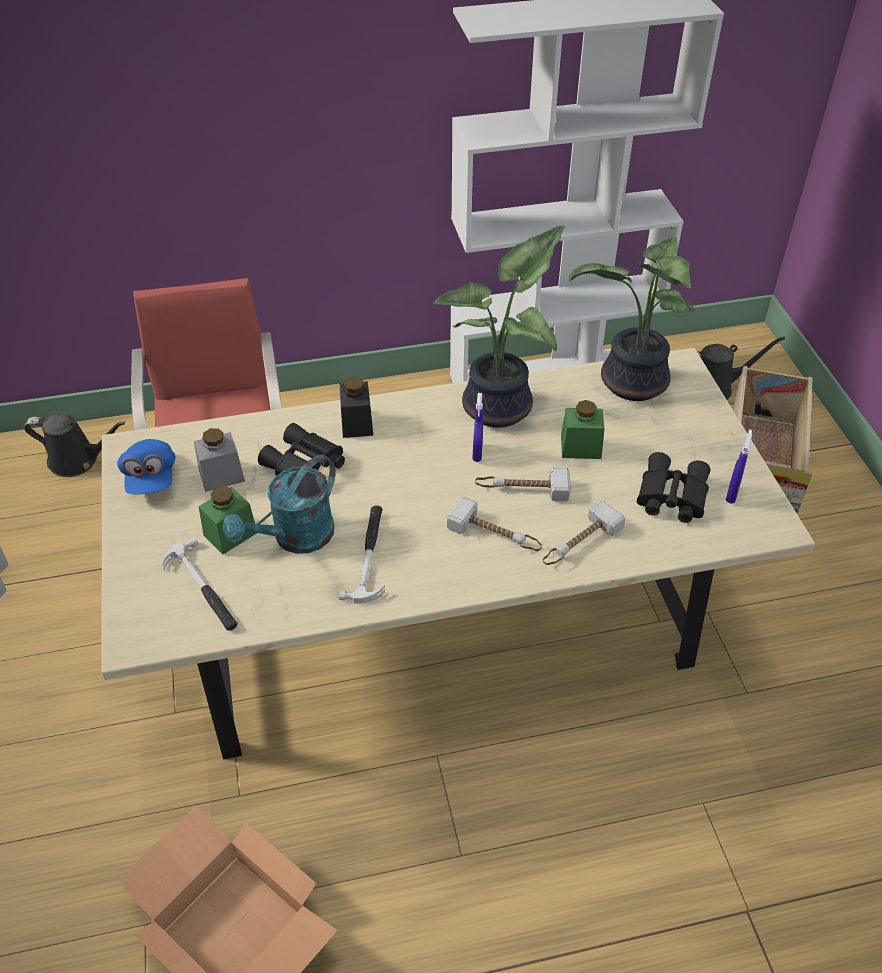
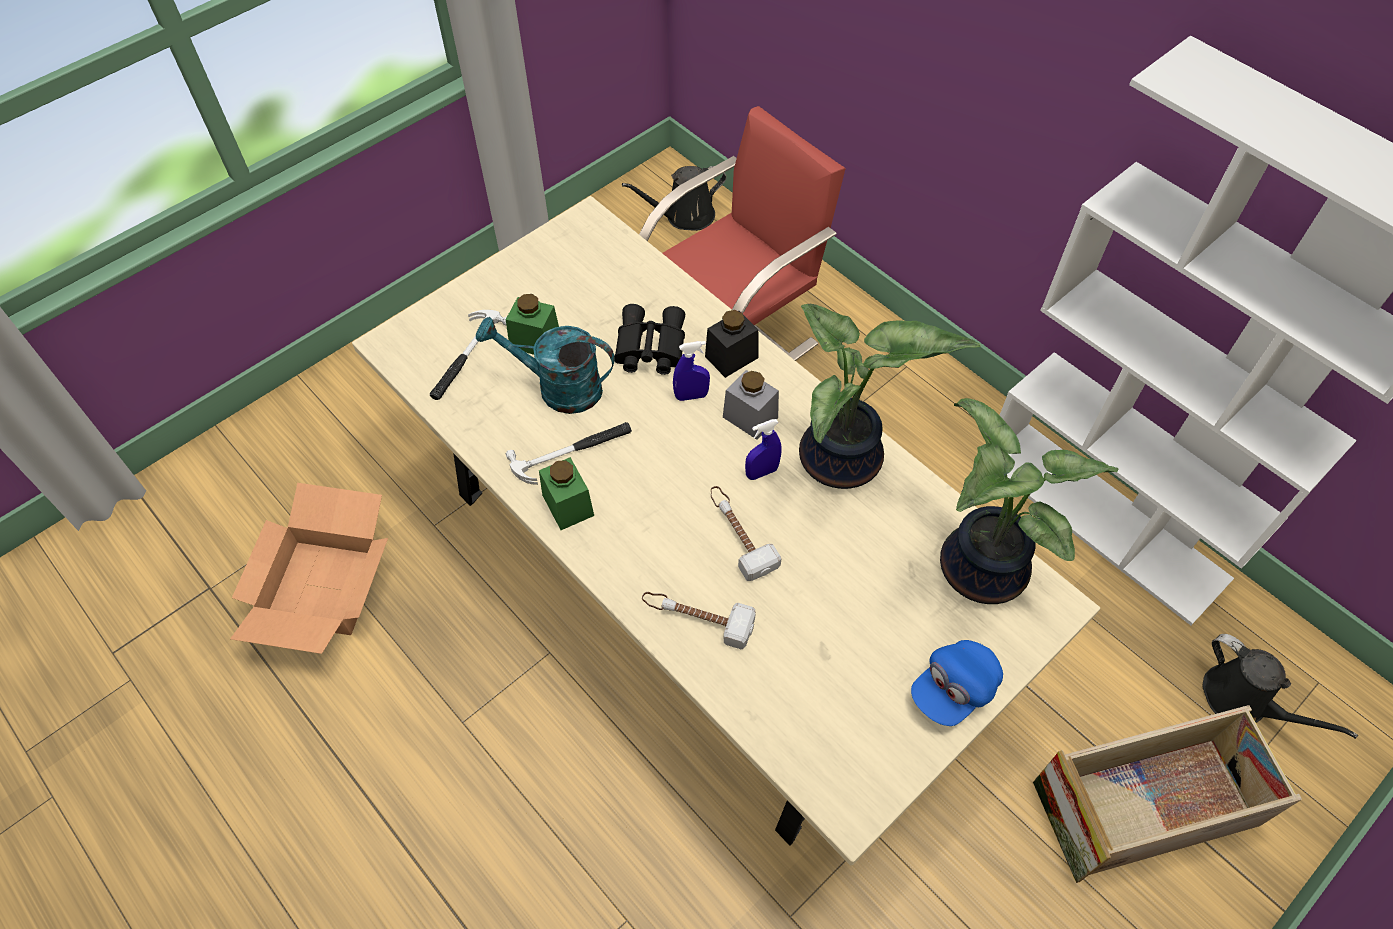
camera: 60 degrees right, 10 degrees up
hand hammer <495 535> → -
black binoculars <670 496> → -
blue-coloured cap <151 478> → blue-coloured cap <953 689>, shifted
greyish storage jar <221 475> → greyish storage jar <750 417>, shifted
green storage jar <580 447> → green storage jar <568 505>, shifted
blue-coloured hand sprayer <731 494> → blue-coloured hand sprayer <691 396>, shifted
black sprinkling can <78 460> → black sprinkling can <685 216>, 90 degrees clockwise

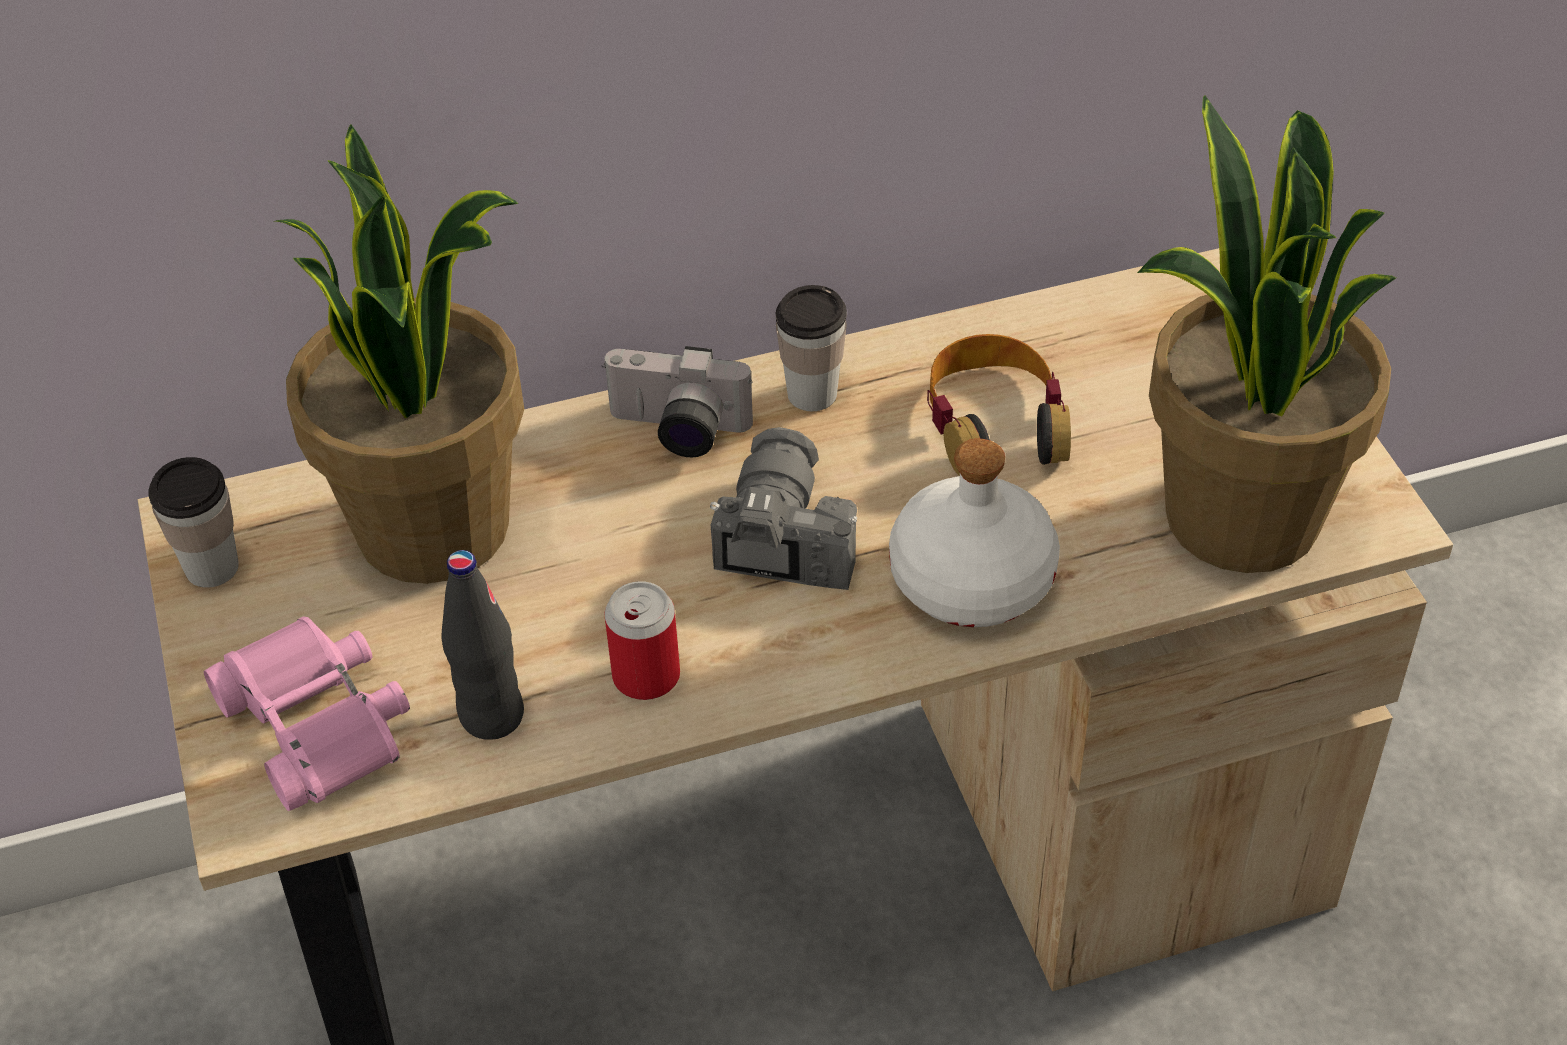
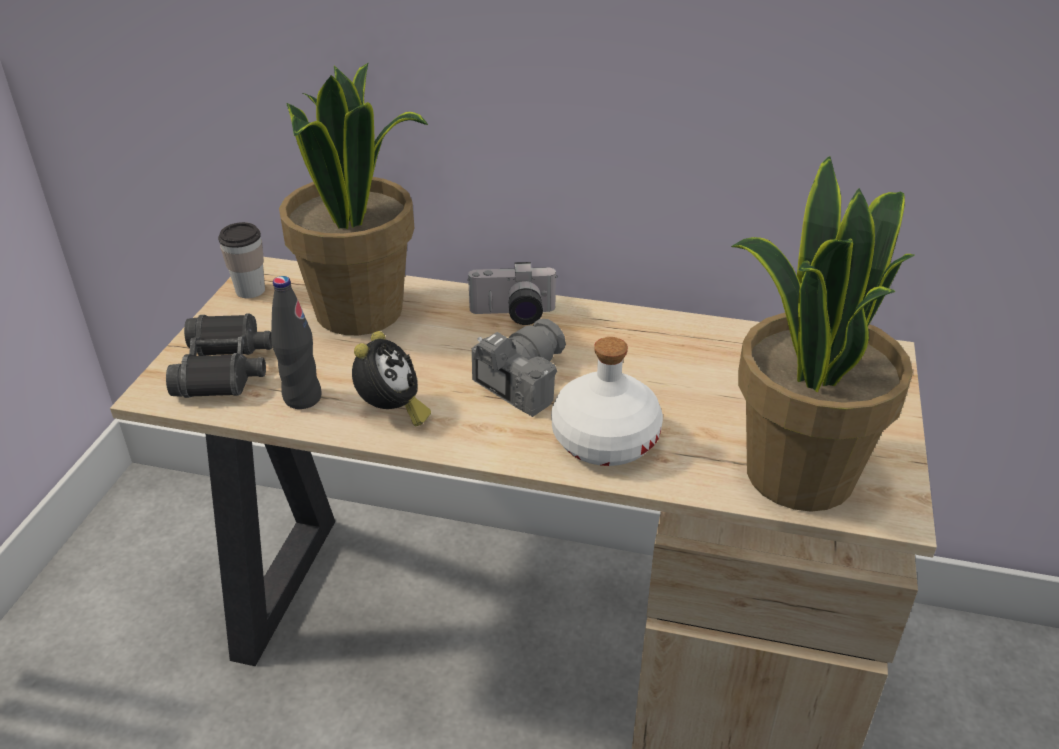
camera: 30 degrees right, 10 degrees down
drinking cup <812 394> → -
headphones <995 422> → -
metal can <646 676> → table clock <391 412>
pink binoculars <319 723> → black binoculars <226 368>
still camera <677 431> → still camera <513 315>, 45 degrees counterclockwise

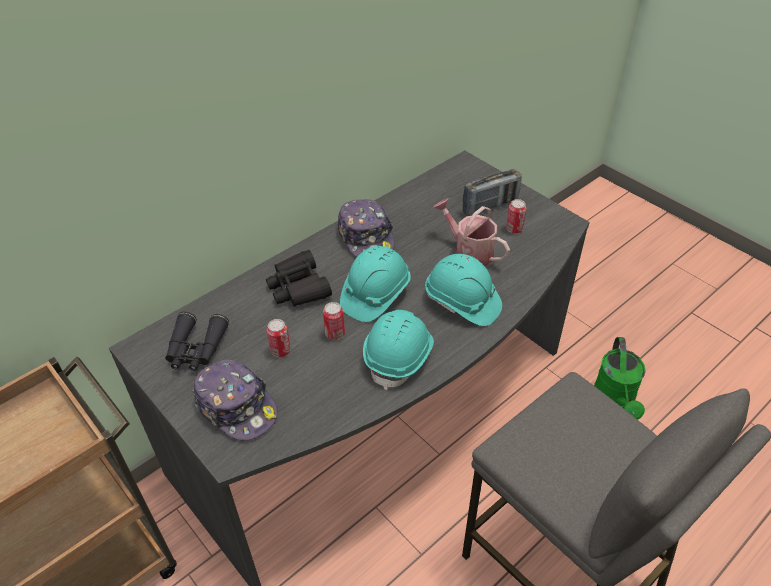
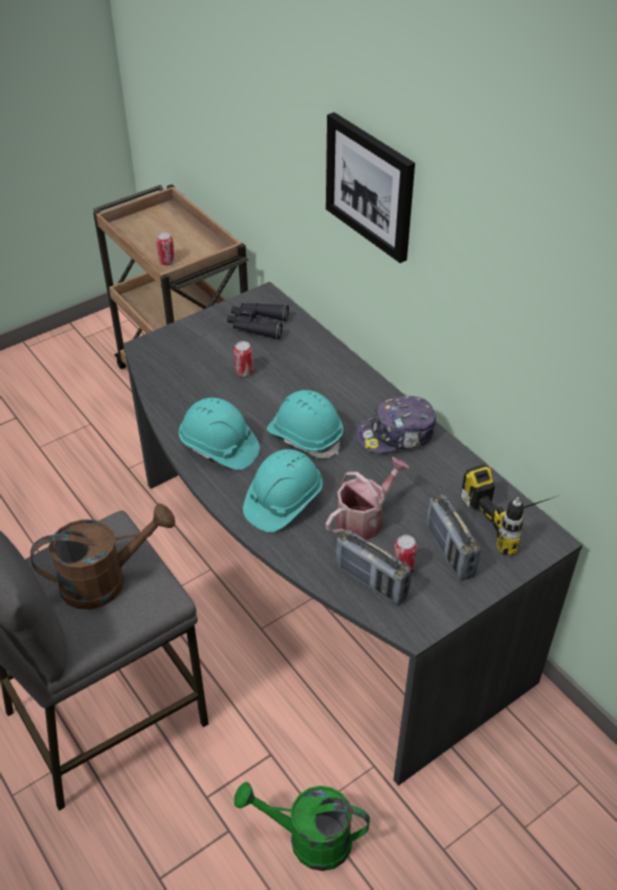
camera: 95 degrees right, 0 degrees up
cap <237 407> → -
black binoculars <298 287> → -
- → brownish sprinkling can <105 580>
- → wall art <370 186>
- → radio <371 581>
- → drill <516 518>
metal can <335 334> → metal can <167 262>, shifted

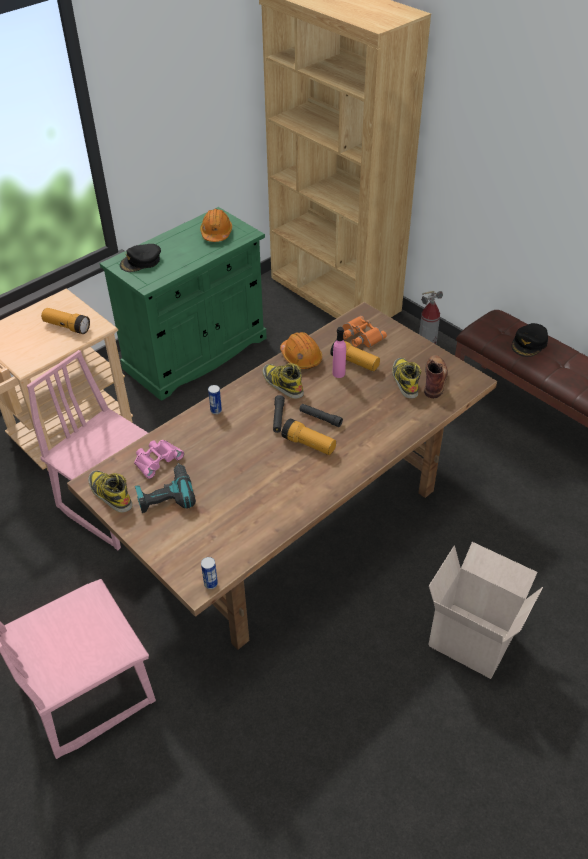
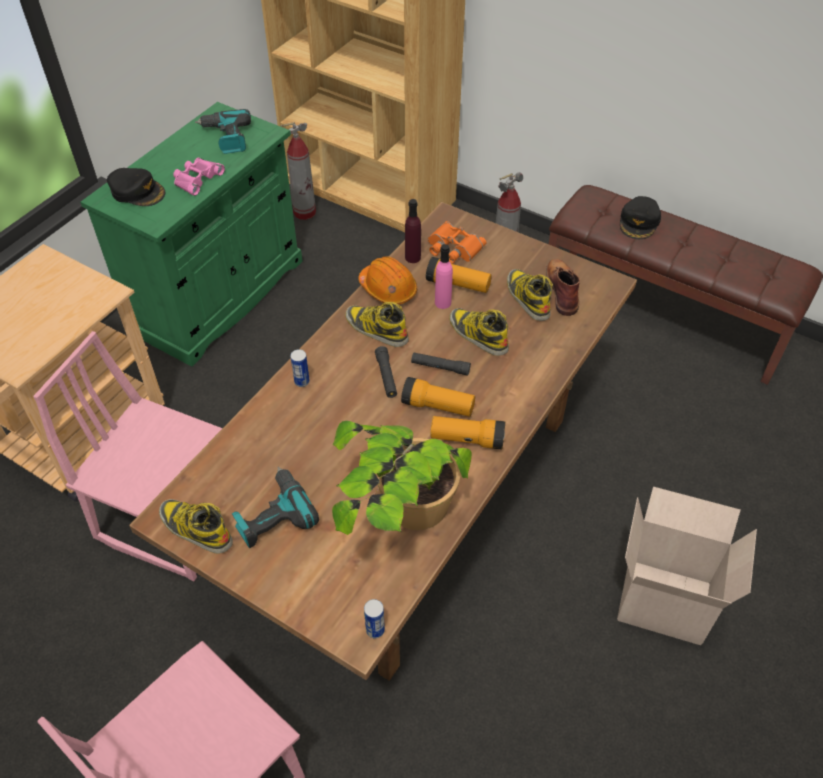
camera: 15 degrees left, 5 degrees up
- → fire extinguisher <305 212>
- → houseplant <399 528>
- → purplish drink bottle <412 257>
- → high-top boot <477 335>
torch <67 327> → torch <467 439>, shifted
pink binoculars <156 460> → pink binoculars <196 179>, shifted
orange-coloured hard hat <216 233> → drill <226 138>
black cap <141 262> → black cap <137 191>, 105 degrees counterclockwise

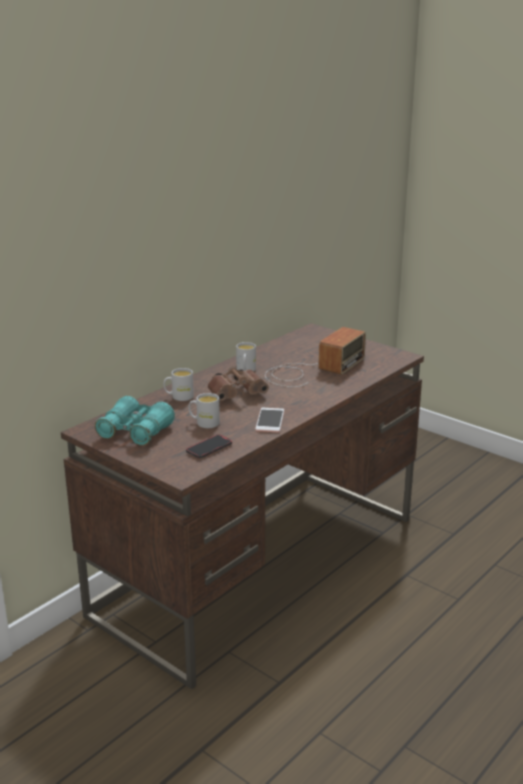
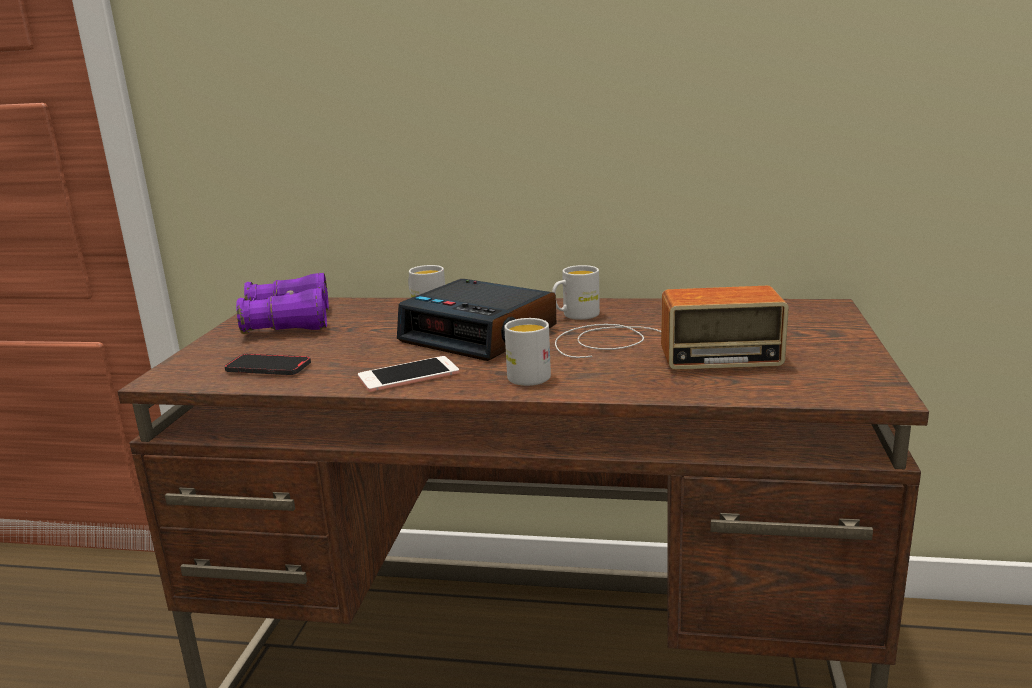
camera: 60 degrees right, 5 degrees down
white coffee mug <204 423> → white coffee mug <526 375>, shifted
brownish binoculars <238 394> → table clock <480 334>
blue-green binoculars <135 432> → purplish binoculars <288 322>

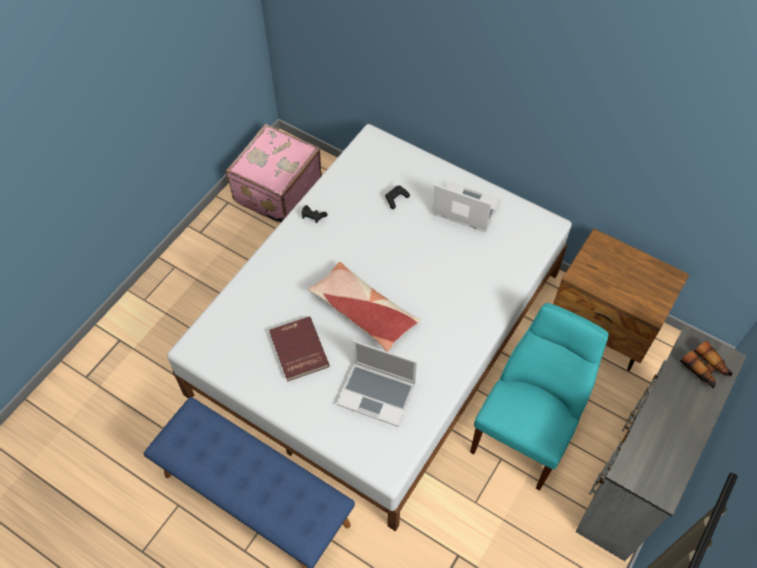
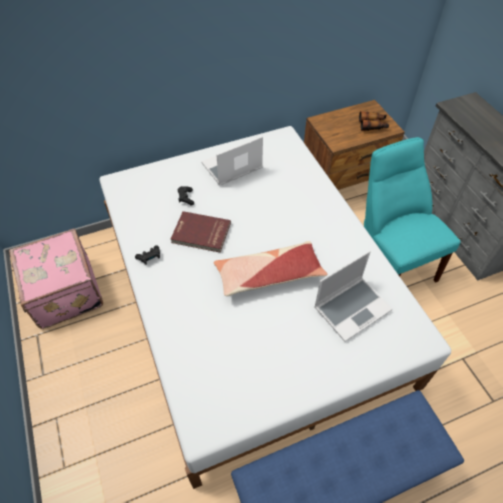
camera: 55 degrees left, 5 degrees down
red-coloured bound book <297 350> → red-coloured bound book <201 234>, shifted
binoculars <705 369> → binoculars <373 125>, shifted

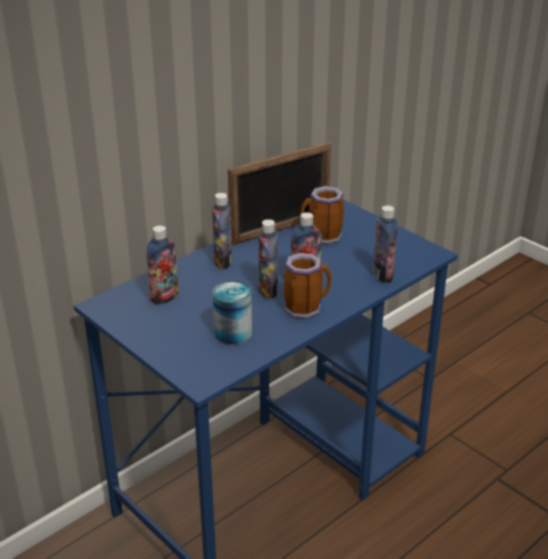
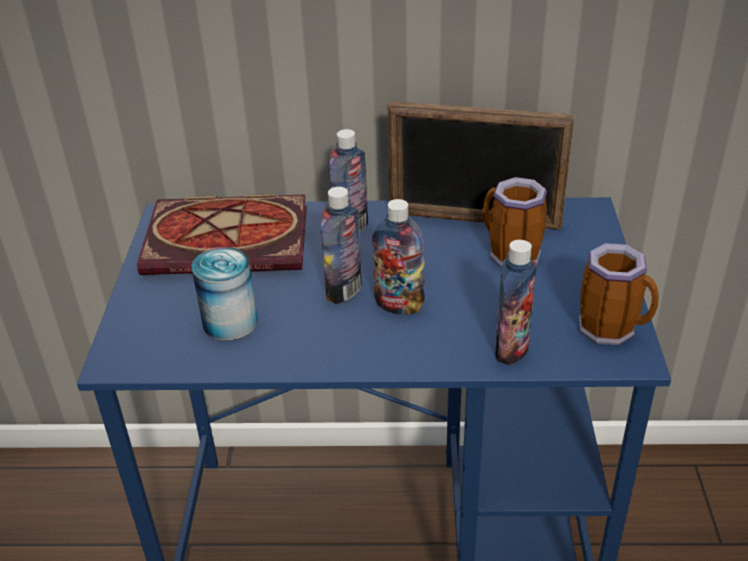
camera: 45 degrees right, 5 degrees up
coffee mug <306 307> → coffee mug <612 329>, shifted
drink bottle <164 297> → bound book <232 239>

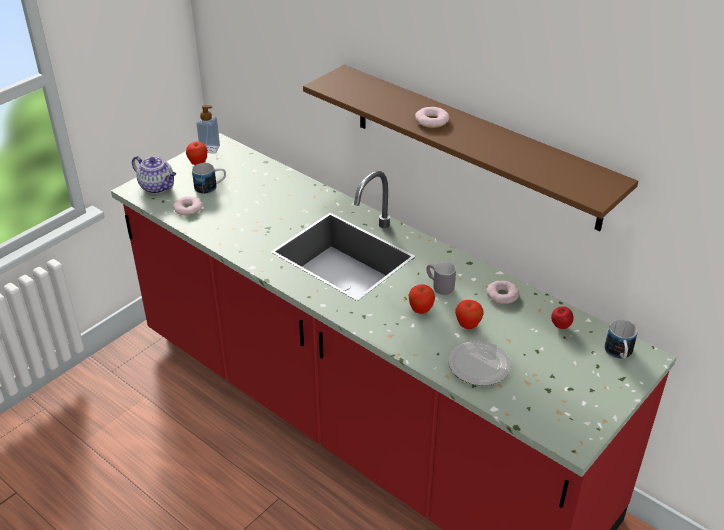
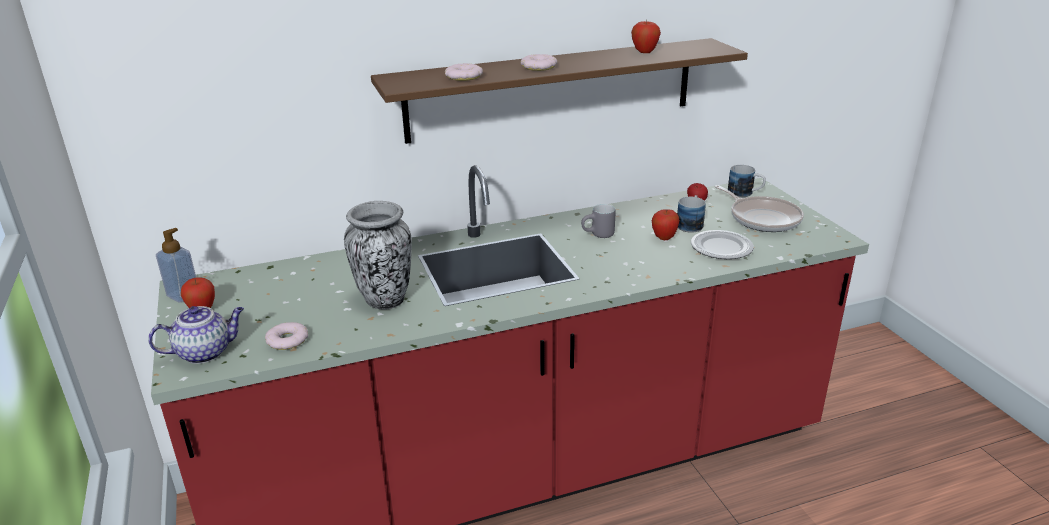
camera: 60 degrees left, 10 degrees down
- → decorative vase <385 300>
- → frying pan <762 218>
coffee mug <211 187> → coffee mug <690 224>, shifted
apple <420 310> → apple <644 52>, shifted
ring doughnut <502 295> → ring doughnut <464 76>, shifted

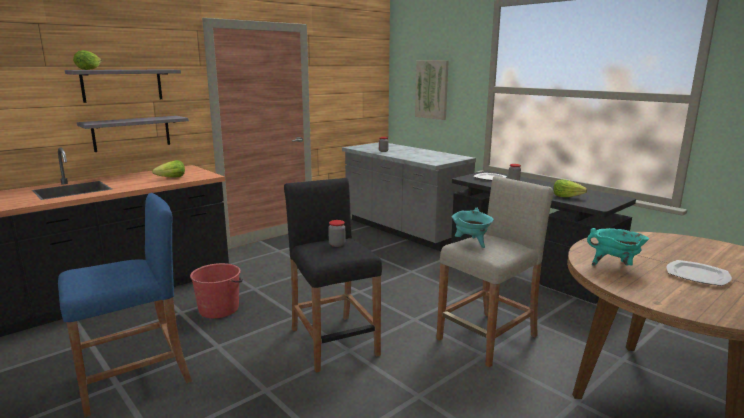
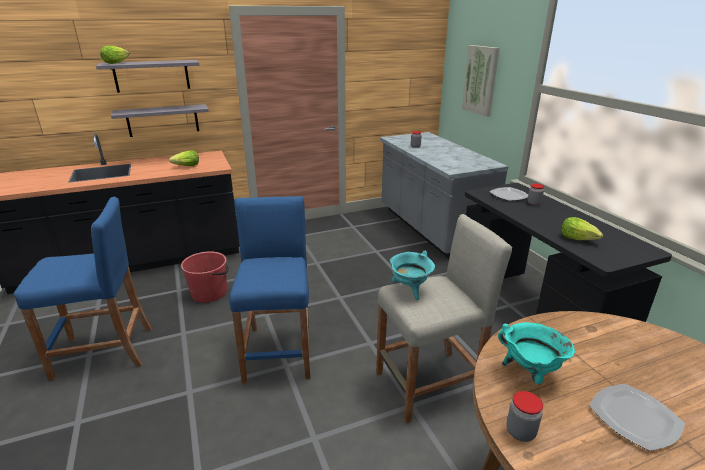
camera: 20 degrees right, 10 degrees up
storage jar <337 244> → storage jar <520 432>, shifted
black sitting stool <334 341> → blue-coloured sitting stool <279 352>

